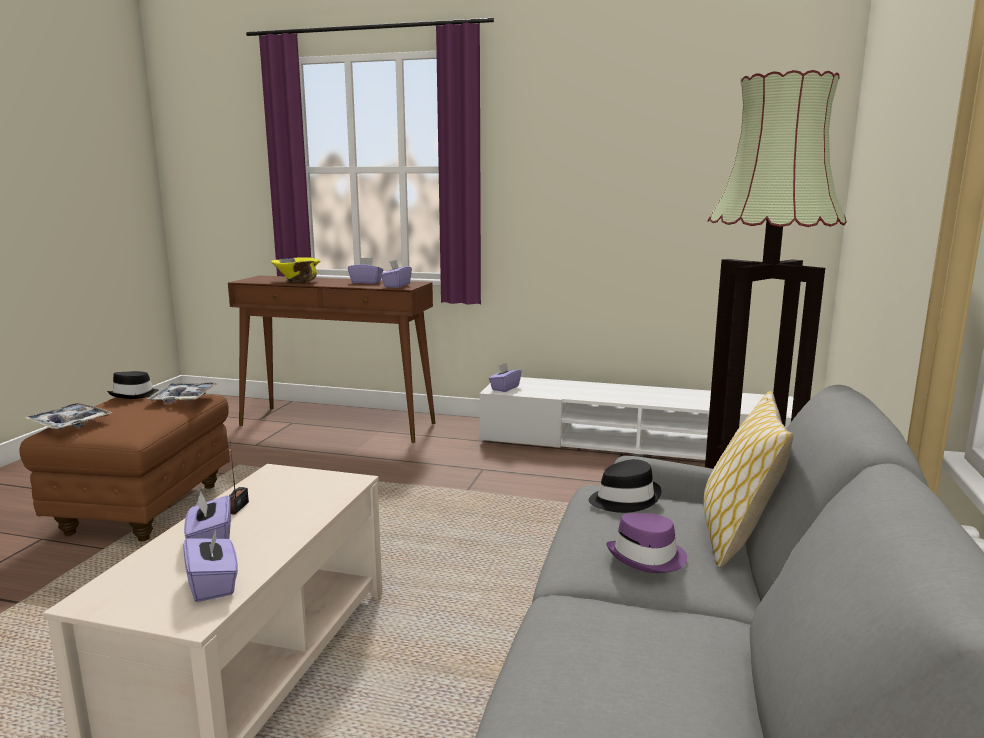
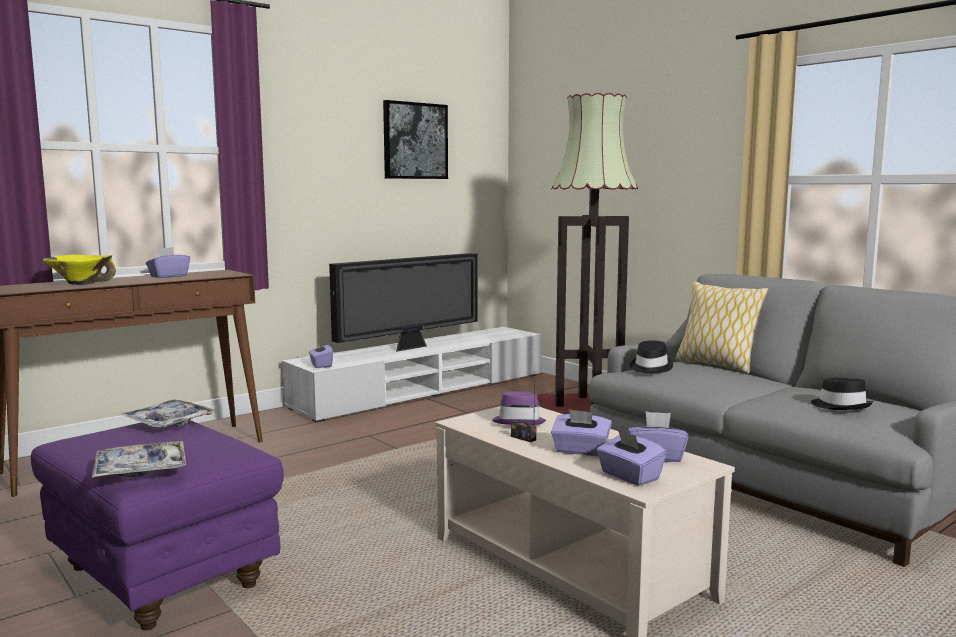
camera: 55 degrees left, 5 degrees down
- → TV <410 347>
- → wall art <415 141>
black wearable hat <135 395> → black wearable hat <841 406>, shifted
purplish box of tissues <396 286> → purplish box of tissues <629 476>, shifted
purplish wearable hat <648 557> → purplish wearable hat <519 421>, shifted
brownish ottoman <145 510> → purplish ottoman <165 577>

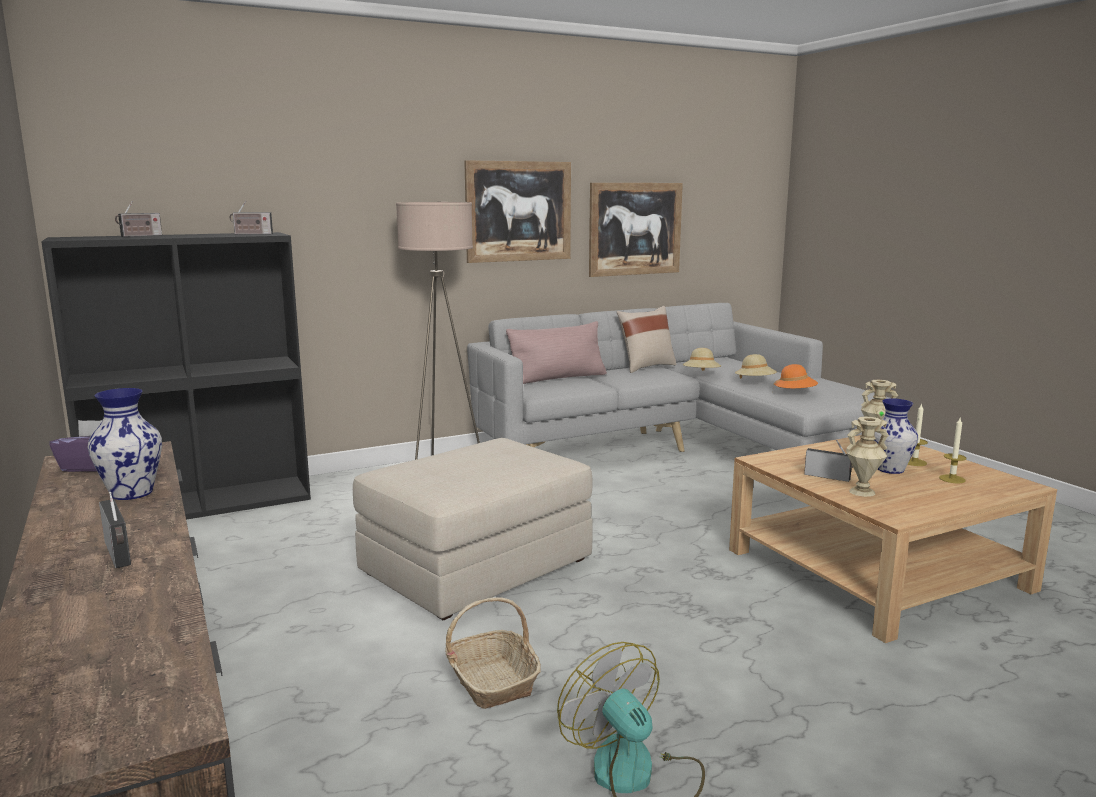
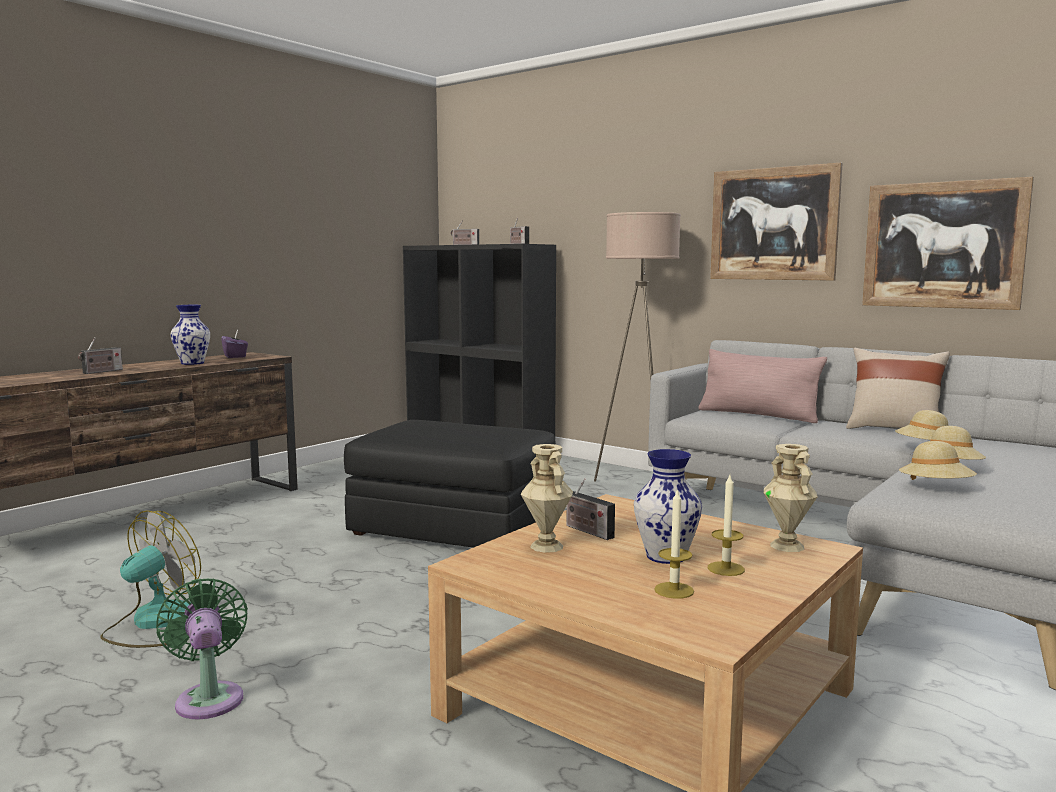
camera: 65 degrees right, 5 degrees down
storage basket <491 680> → -
- → green cooling fan <209 697>
beige ottoman <477 566> → black ottoman <455 527>
orange-coloured wearable hat <794 393> → beige wearable hat <935 488>
radio <829 477> → radio <587 531>, 135 degrees clockwise

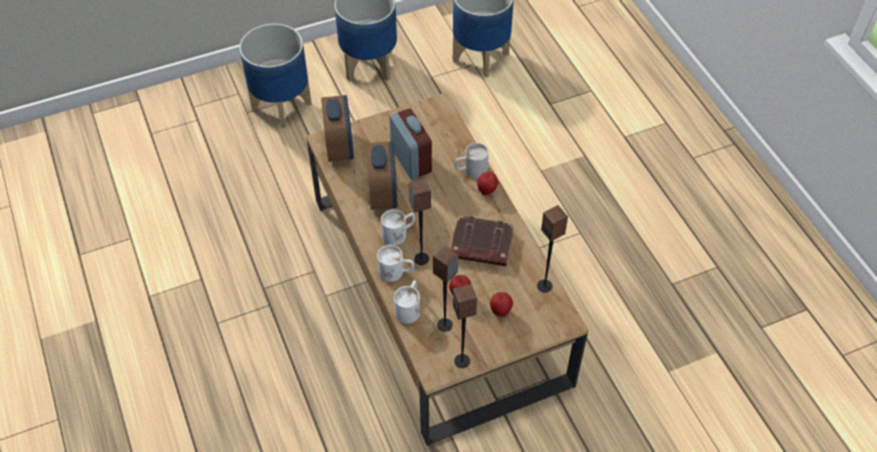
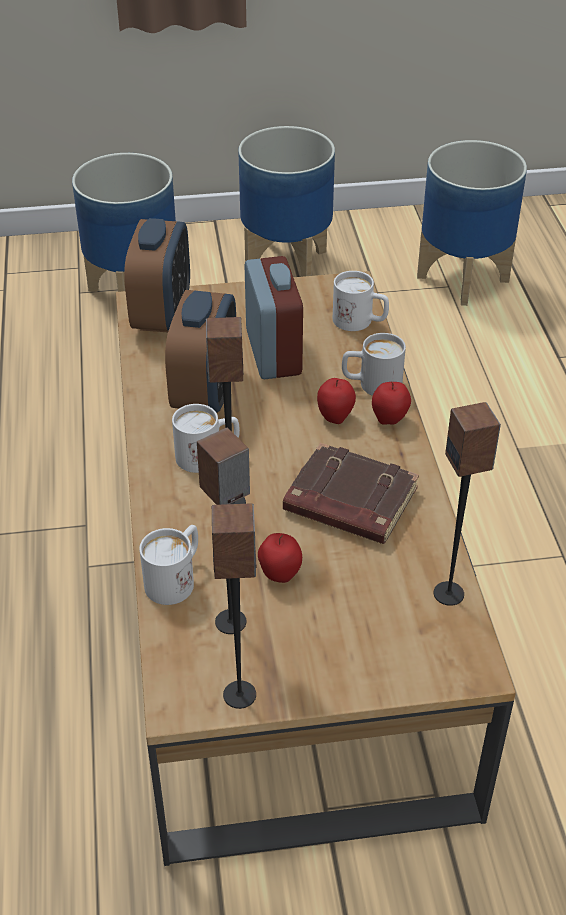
camera: 15 degrees right, 10 degrees down
white coffee mug <396 272> → white coffee mug <360 322>, shifted
apple <500 311> → apple <335 417>, shifted

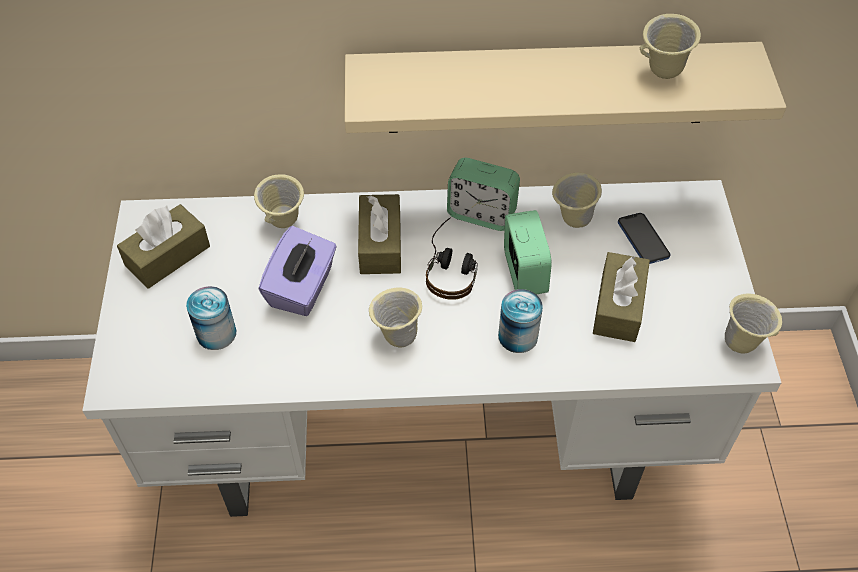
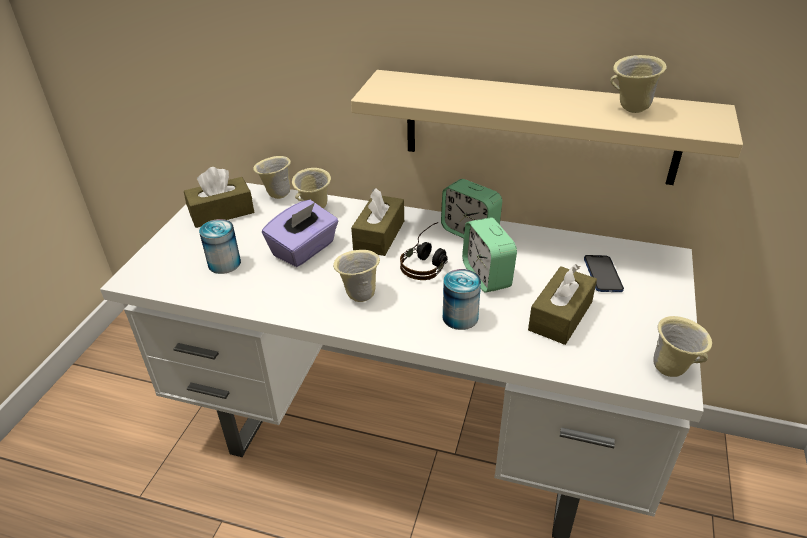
camera: 20 degrees right, 15 degrees down
beige coffee mug <571 220> → beige coffee mug <276 195>, shifted
table clock <524 273> → table clock <486 276>, 150 degrees clockwise

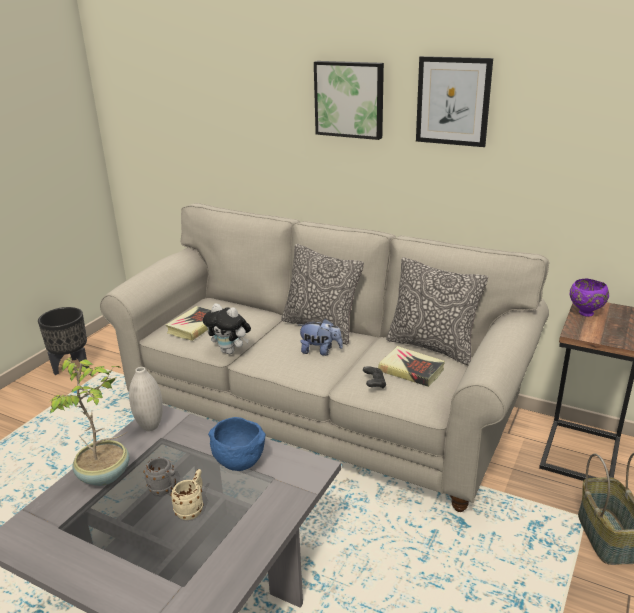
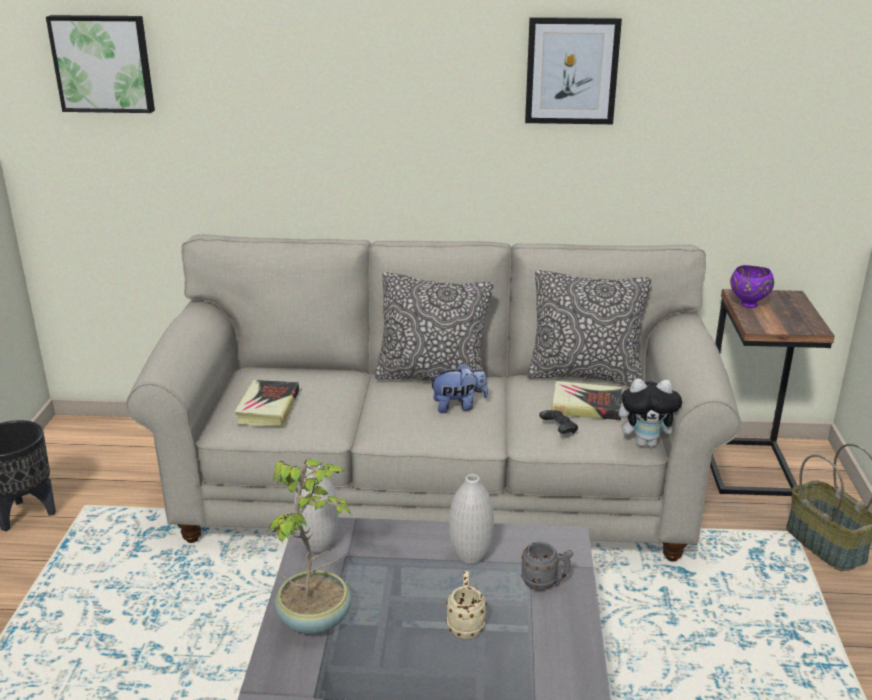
camera: 25 degrees left, 0 degrees up
greyish coffee mug <165 490> → greyish coffee mug <545 583>, shifted
plush toy <230 351> → plush toy <647 443>, shifted
wall art <350 99> → wall art <103 63>, shifted
blue-coloured deep dish <237 462> → white decorative vase <470 558>

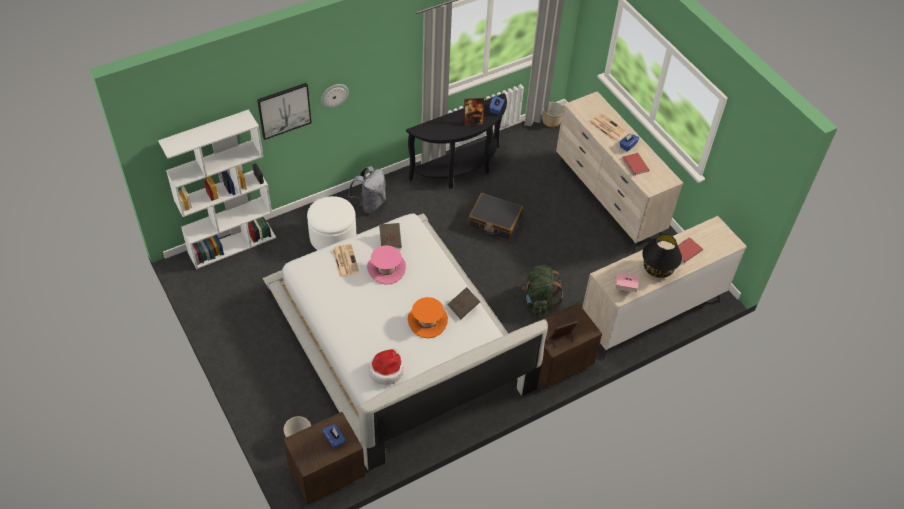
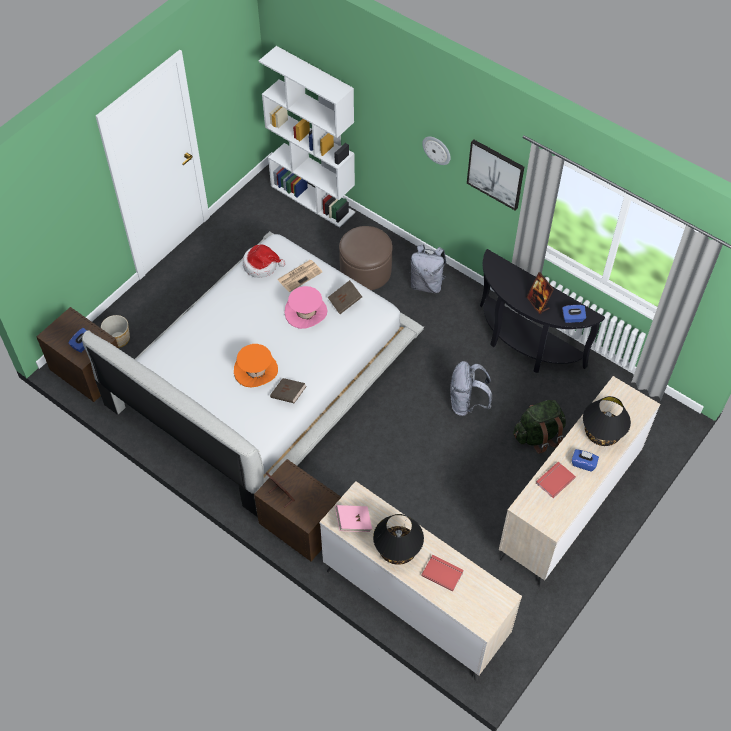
camera: 70 degrees right, 5 degrees up
flower pot <551 121> → -
wall art <284 110> → wall art <495 174>, shifted
wearable hat <386 370> → wearable hat <261 265>, shifted
green rucksack <538 301> → green rucksack <538 435>, shifted
black suitcase <494 222> → greyish rucksack <467 403>
daily paper <607 127> → black table lamp <602 433>
white ottoman <333 237> → brownish ottoman <365 271>

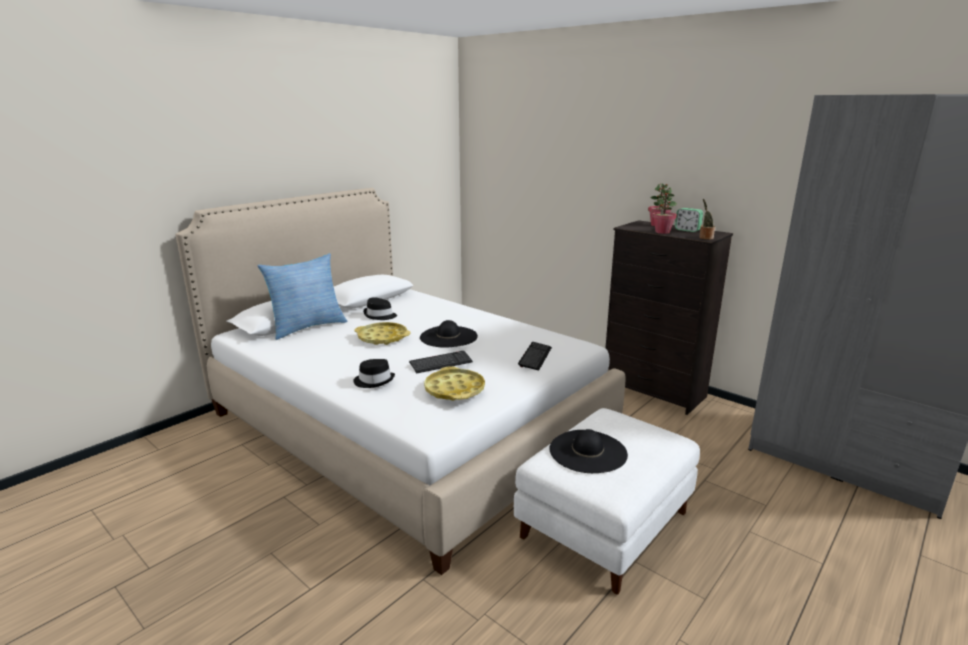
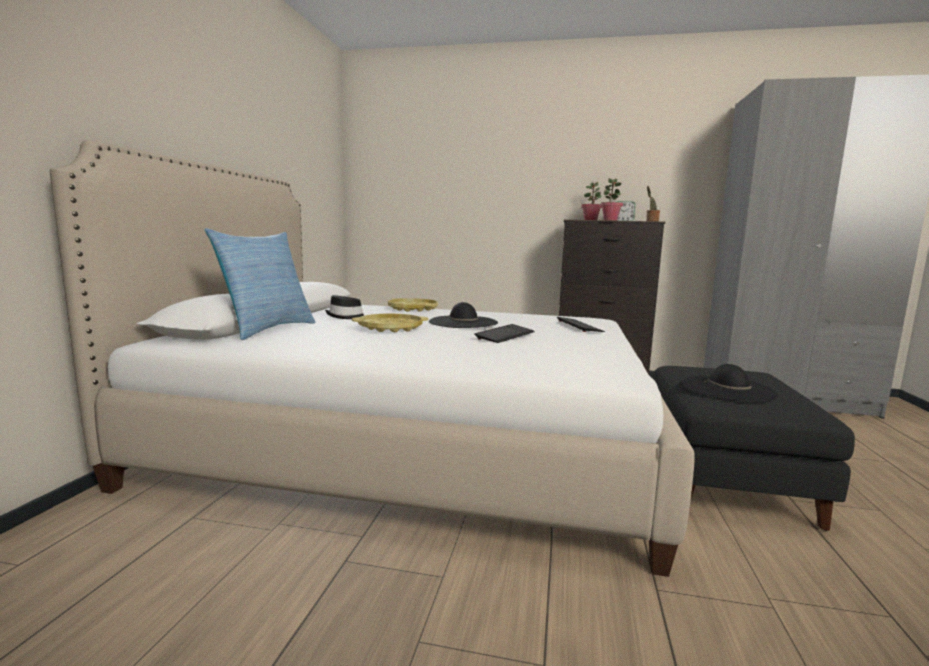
camera: 30 degrees left, 10 degrees down
black wearable hat <374 381> → -
yellow serving tray <454 389> → yellow serving tray <413 309>, shifted
white ottoman <604 524> → black ottoman <723 479>

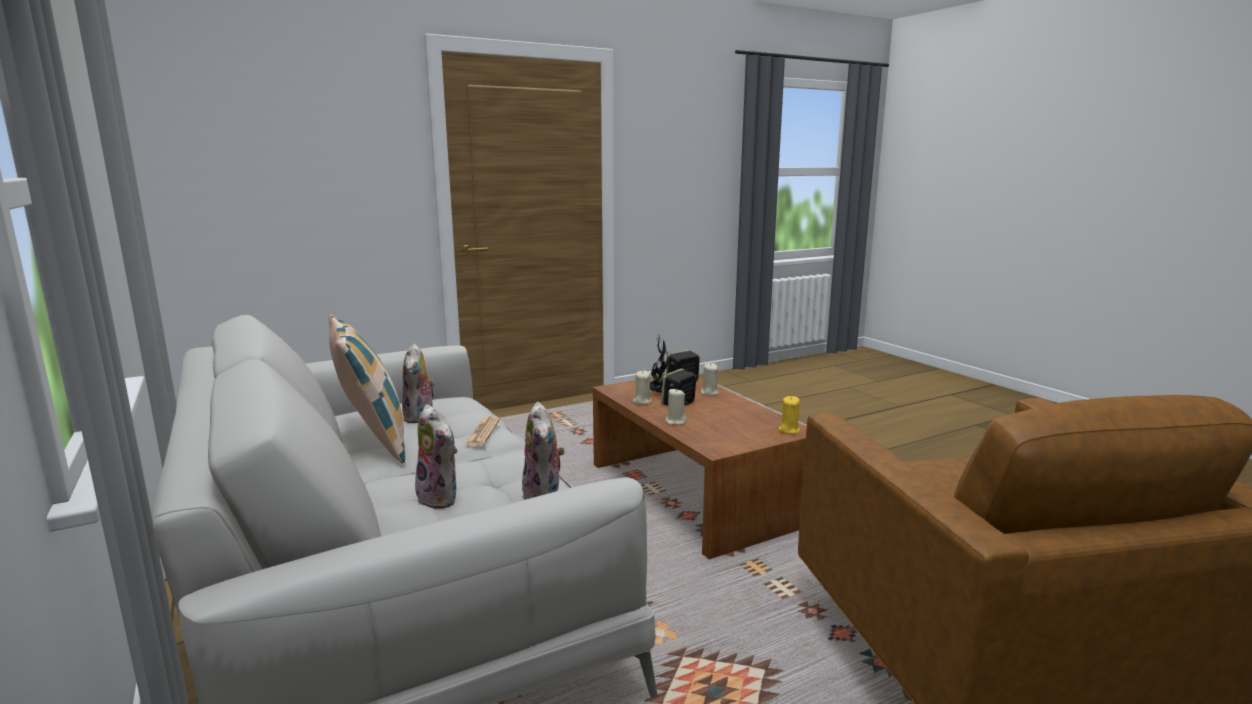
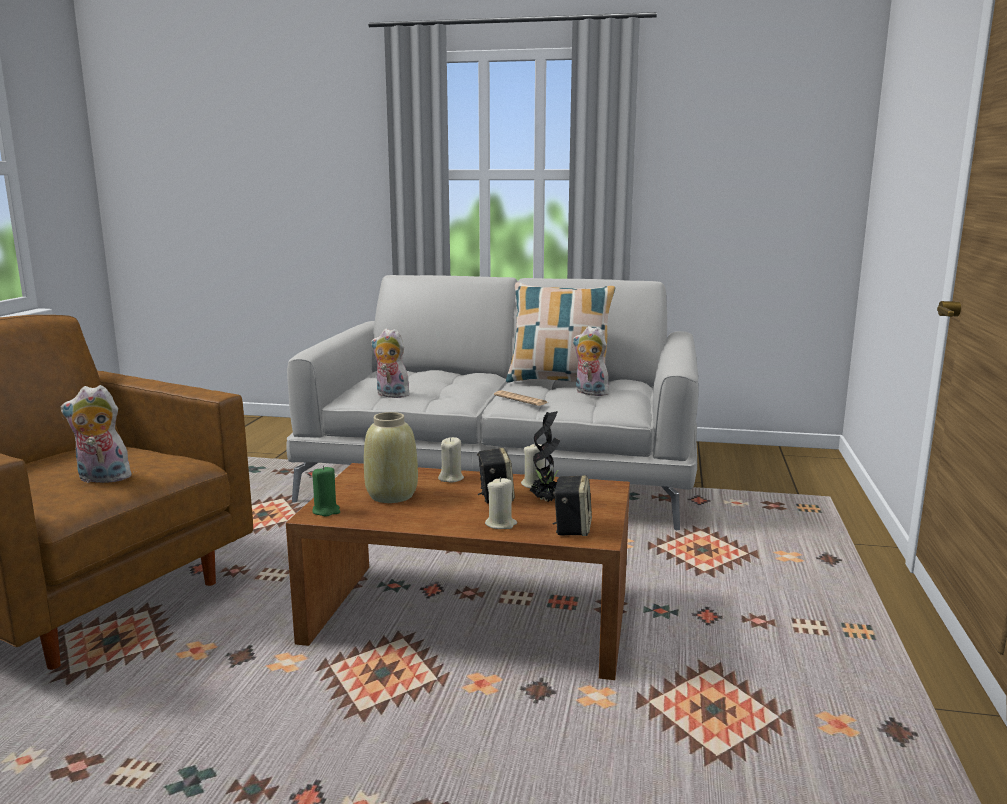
camera: 130 degrees right, 0 degrees up
- → beige decorative vase <392 496>
plush toy <441 498> → plush toy <101 479>, shifted
yellow candle <788 430> → green candle <326 511>

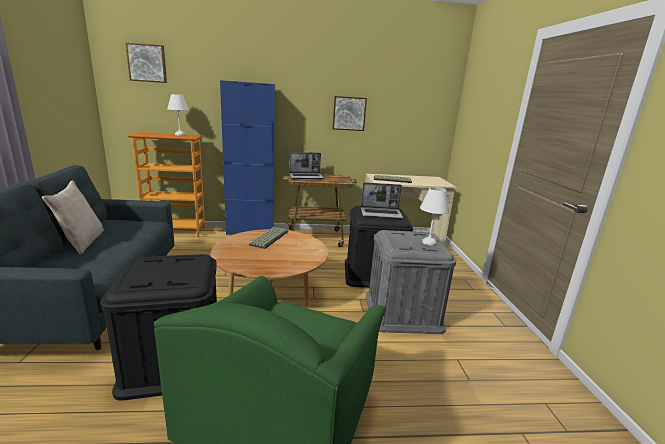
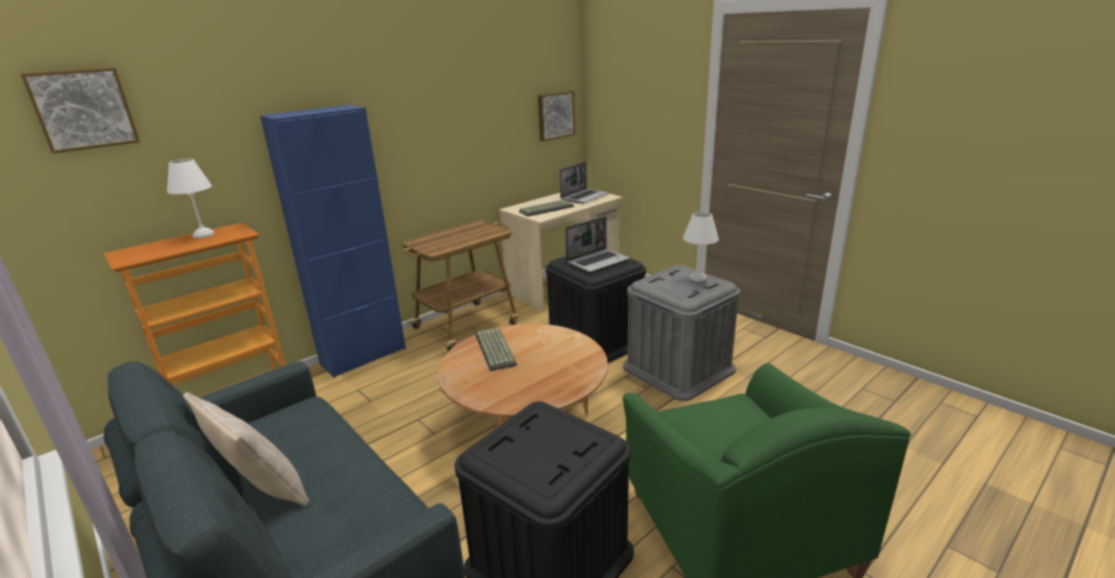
camera: 35 degrees left, 5 degrees up
notebook computer <306 177> → notebook computer <584 197>, shifted
wall art <349 113> → wall art <555 115>, shifted

